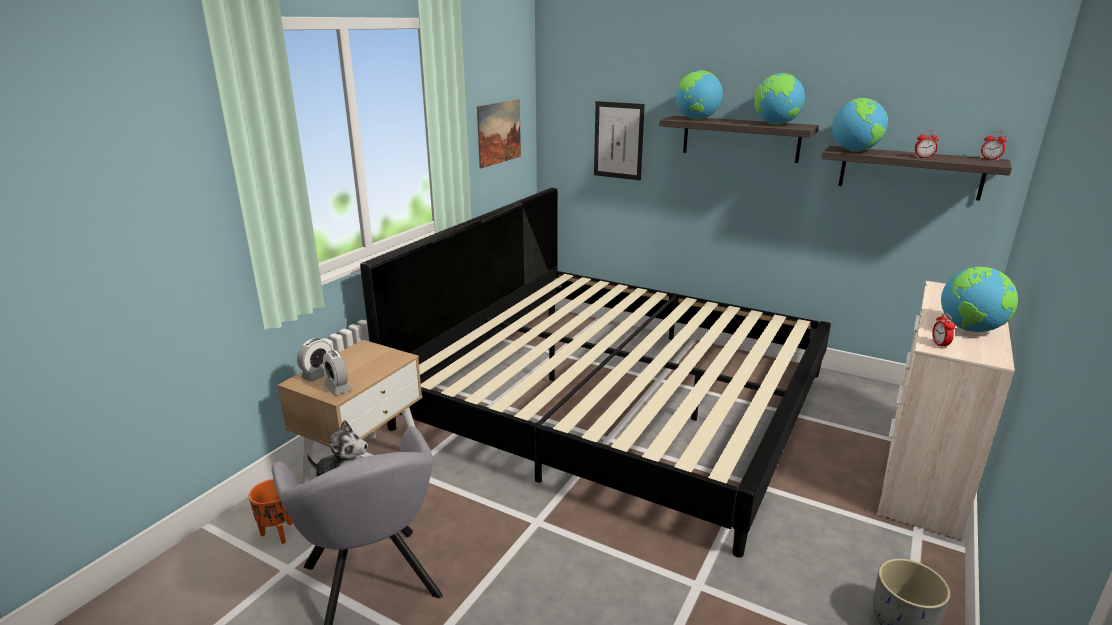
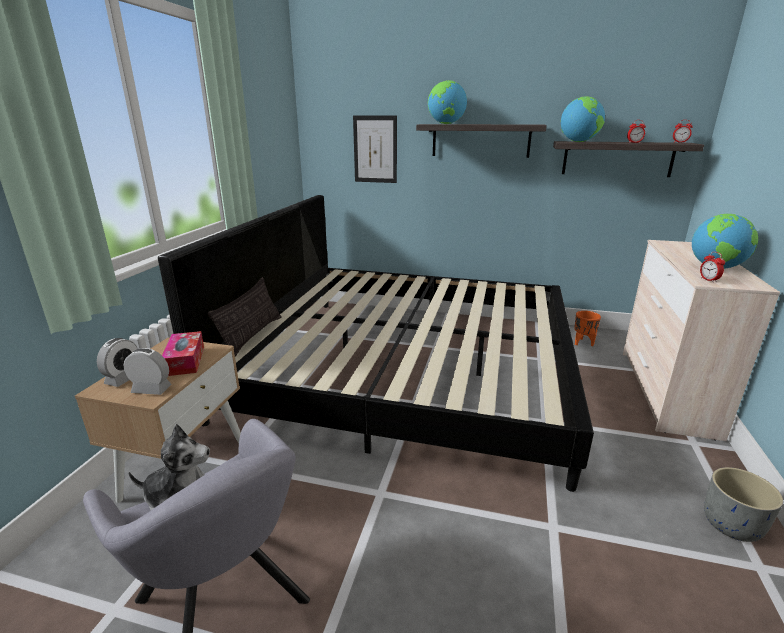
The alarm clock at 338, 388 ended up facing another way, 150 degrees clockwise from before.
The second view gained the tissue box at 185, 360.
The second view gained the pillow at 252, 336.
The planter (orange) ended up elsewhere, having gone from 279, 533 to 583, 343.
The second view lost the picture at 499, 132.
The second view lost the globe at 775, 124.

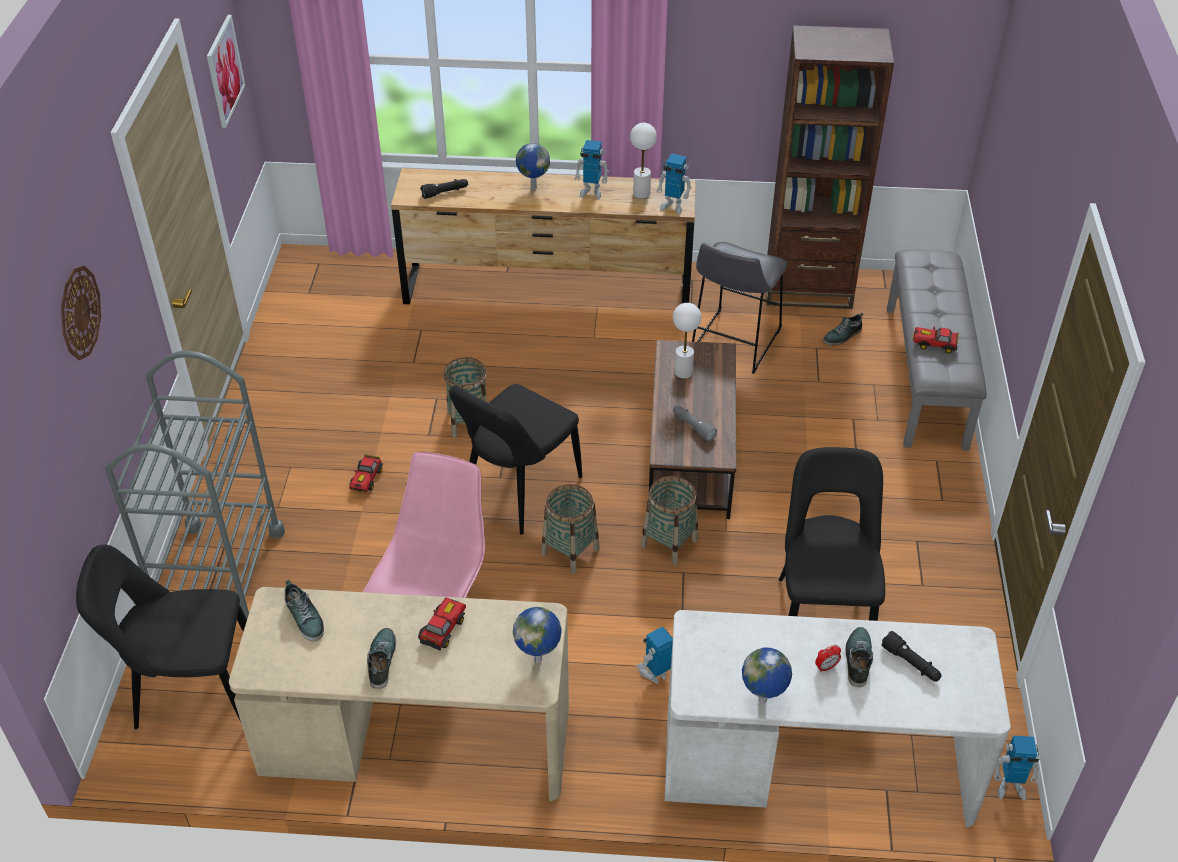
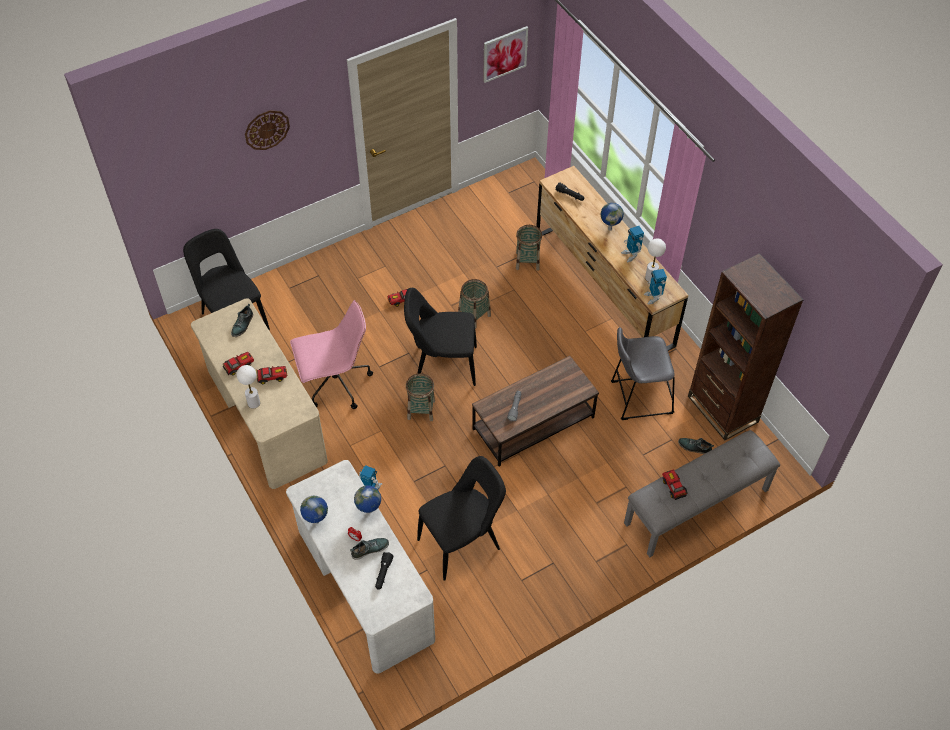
Where the shoe stood at 381, 660, the toy car came to stand at 239, 365.
The table lamp (white) ended up elsewhere, having gone from 683, 372 to 253, 403.
The globe ended up elsewhere, having gone from 539, 659 to 369, 512.
The basket ended up elsewhere, having gone from 669, 543 to 527, 261.
The second view lost the cart (grey) at 220, 575.
The second view lost the toy robot at 1010, 786.

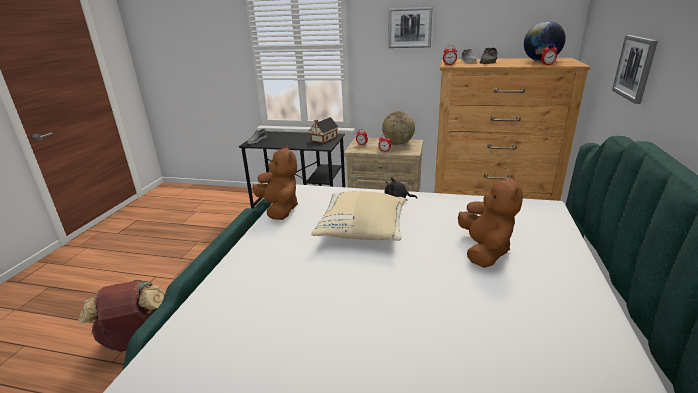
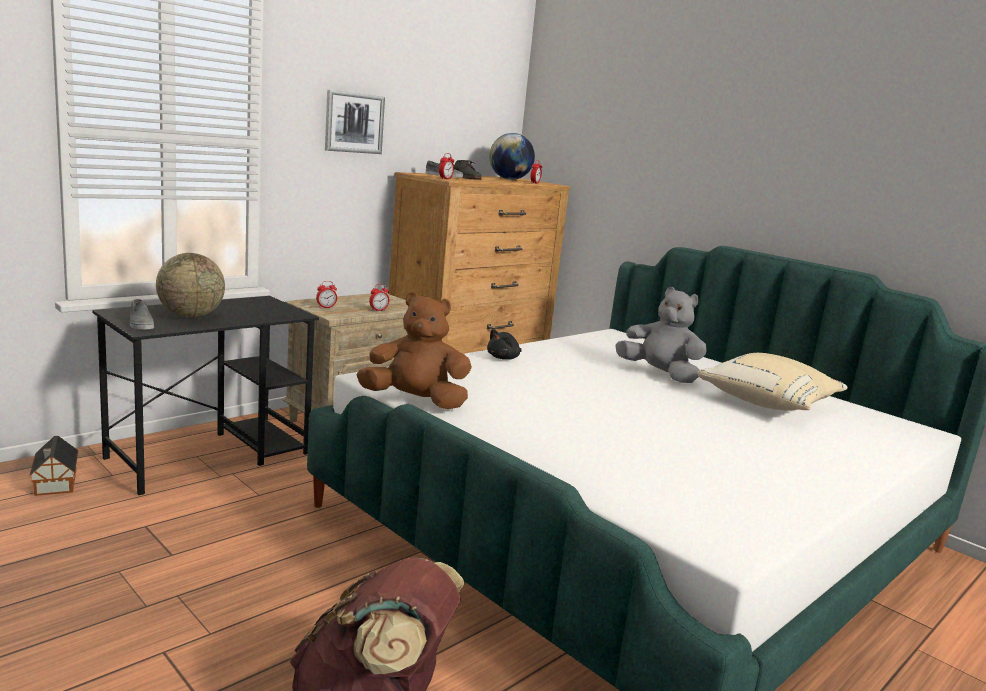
The toy house ended up elsewhere, having gone from 323, 139 to 55, 484.
The globe ended up elsewhere, having gone from 398, 143 to 191, 316.
What was the plush toy (brown) at 484, 250 turned into the plush toy (grey) at 660, 374.
The pillow (beige) ended up elsewhere, having gone from 363, 231 to 769, 403.
The second view lost the picture at 635, 68.

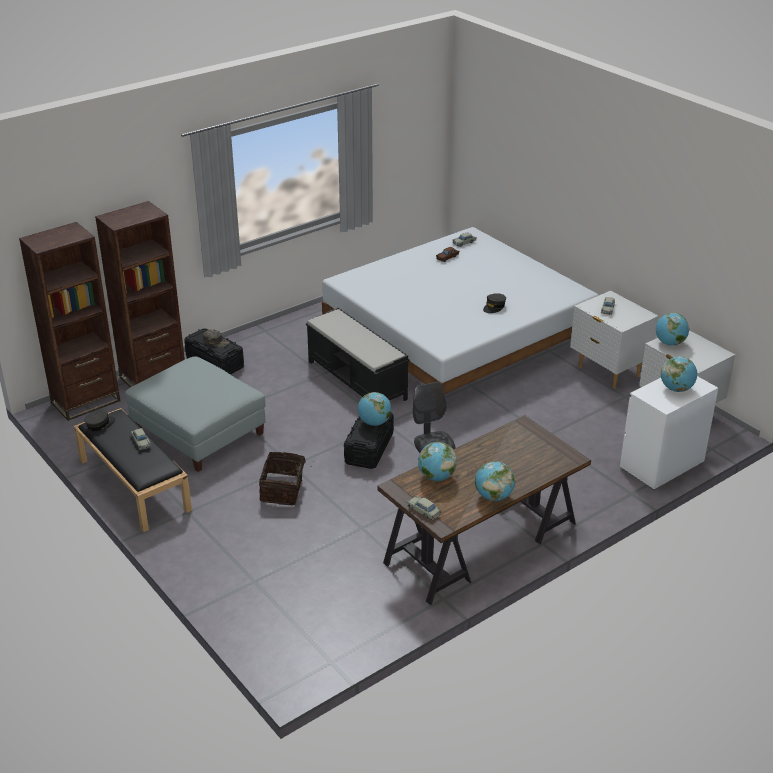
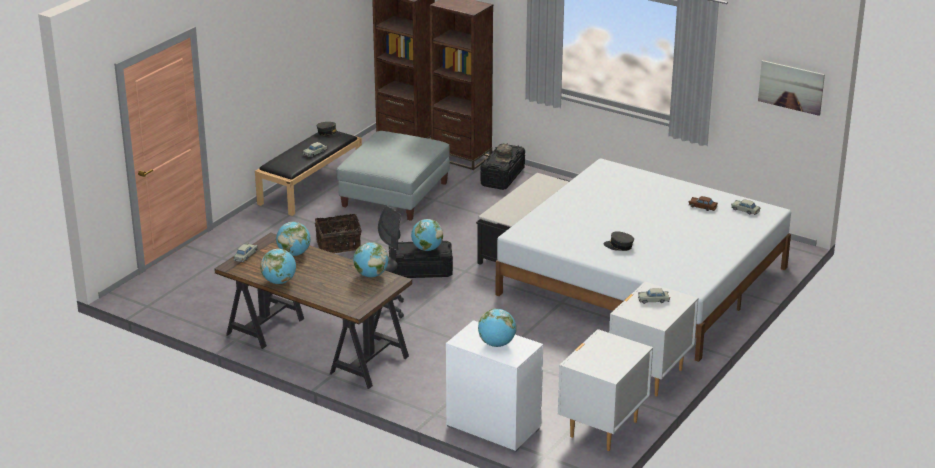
The globe ended up elsewhere, having gone from 669, 343 to 371, 275.
The second view gained the picture at 791, 87.

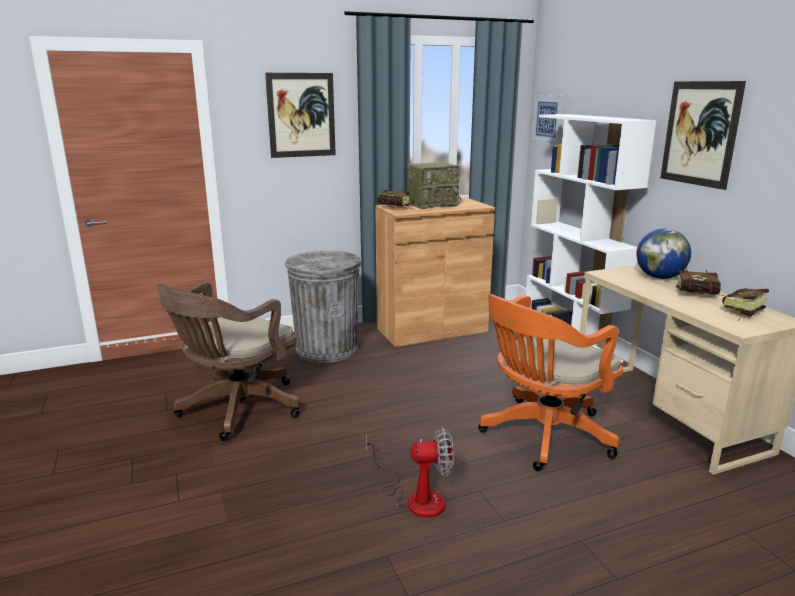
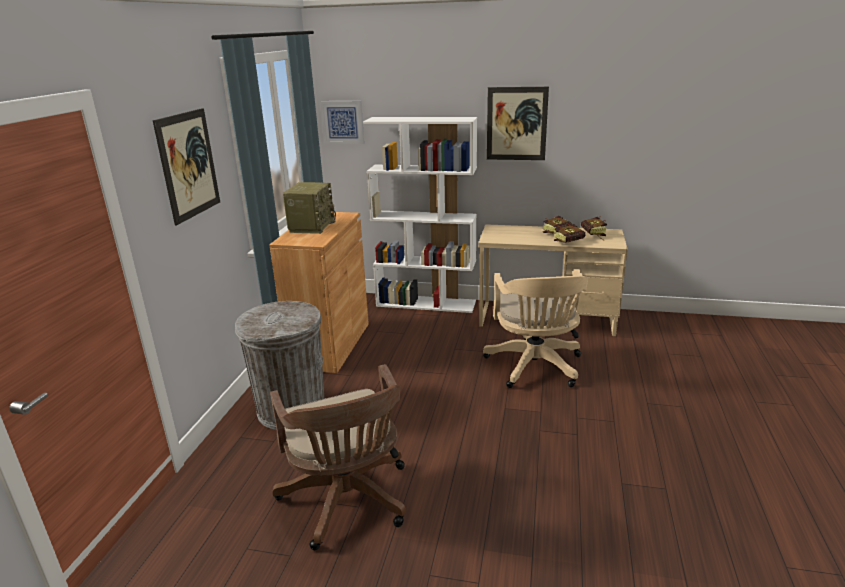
What was the office chair (orange) at 542, 436 turned into the office chair (beige) at 535, 368.
The book ended up elsewhere, having gone from 396, 209 to 571, 242.
The second view lost the fan at 416, 497.
The second view lost the globe at 660, 277.

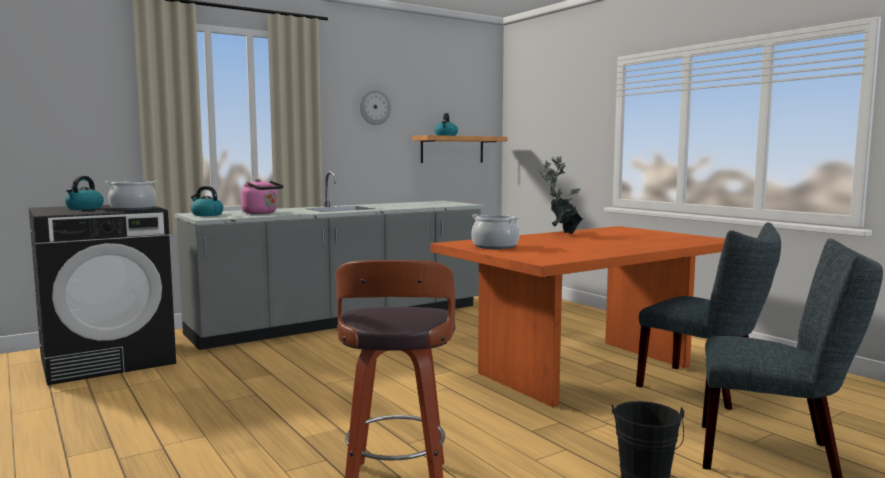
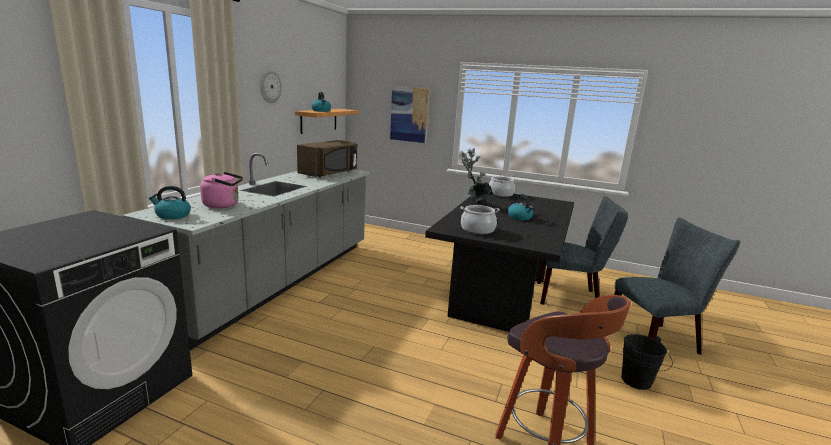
The second view gained the microwave (brown) at 329, 173.
The second view gained the picture at 409, 114.
What was the dining table (orange) at 585, 369 turned into the dining table (black) at 499, 296.
The cooking pot ended up elsewhere, having gone from 133, 209 to 500, 194.
The kettle ended up elsewhere, having gone from 84, 208 to 520, 217.

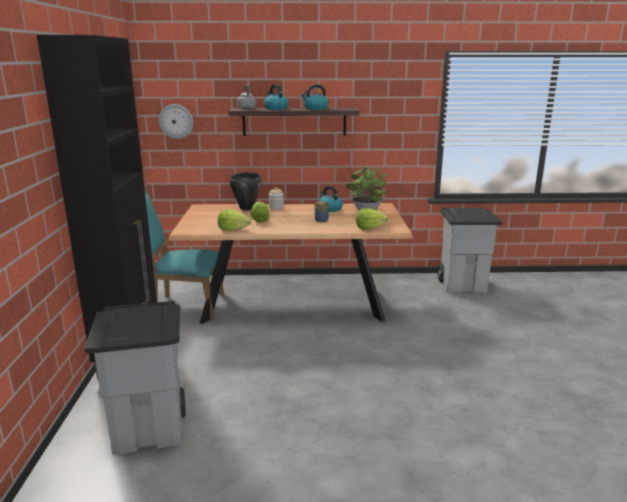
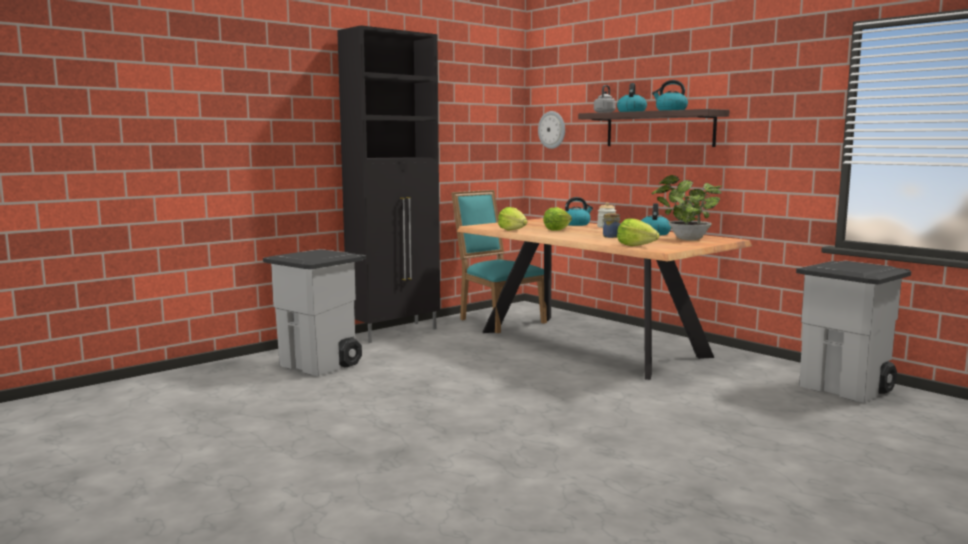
Where the cooking pot (black) stood at 246, 208, the kettle came to stand at 576, 224.

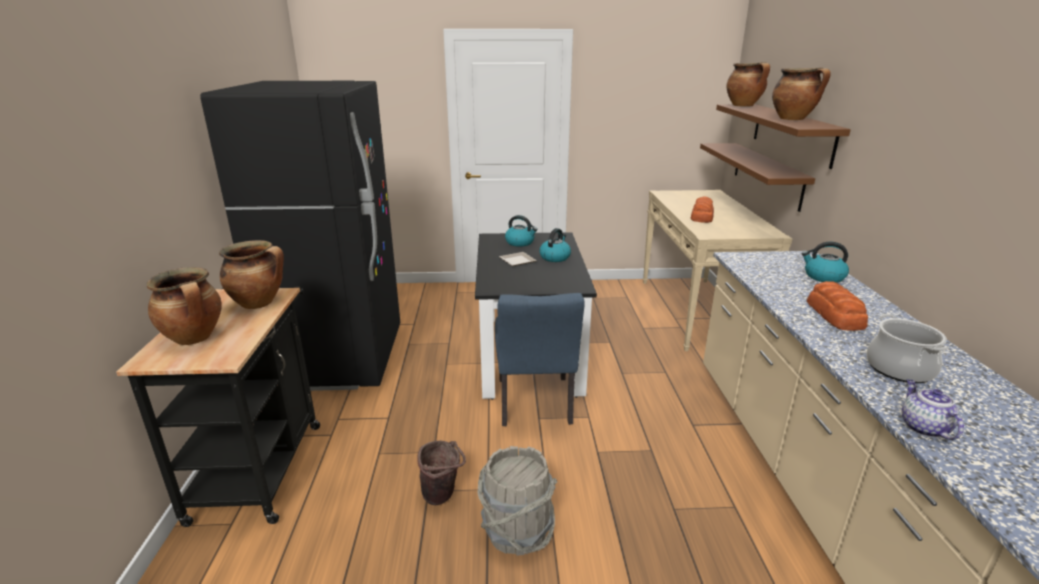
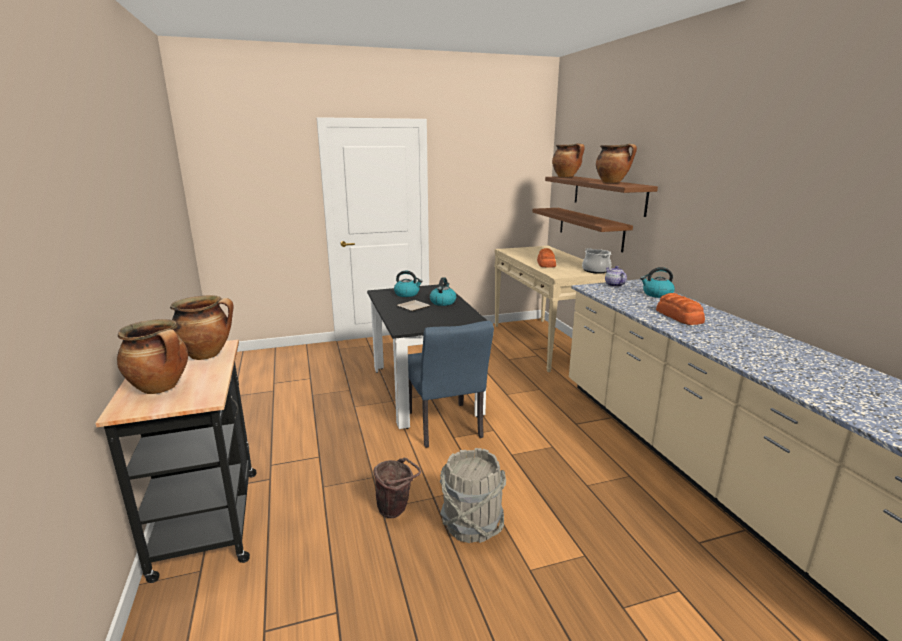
The cooking pot ended up elsewhere, having gone from 899, 369 to 595, 270.
The teapot ended up elsewhere, having gone from 922, 427 to 614, 285.
The second view lost the fridge (black) at 341, 358.

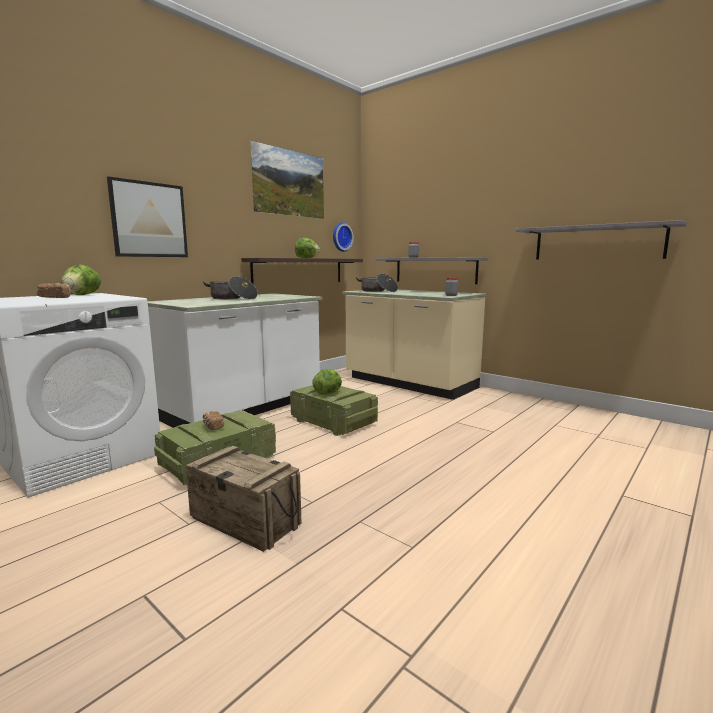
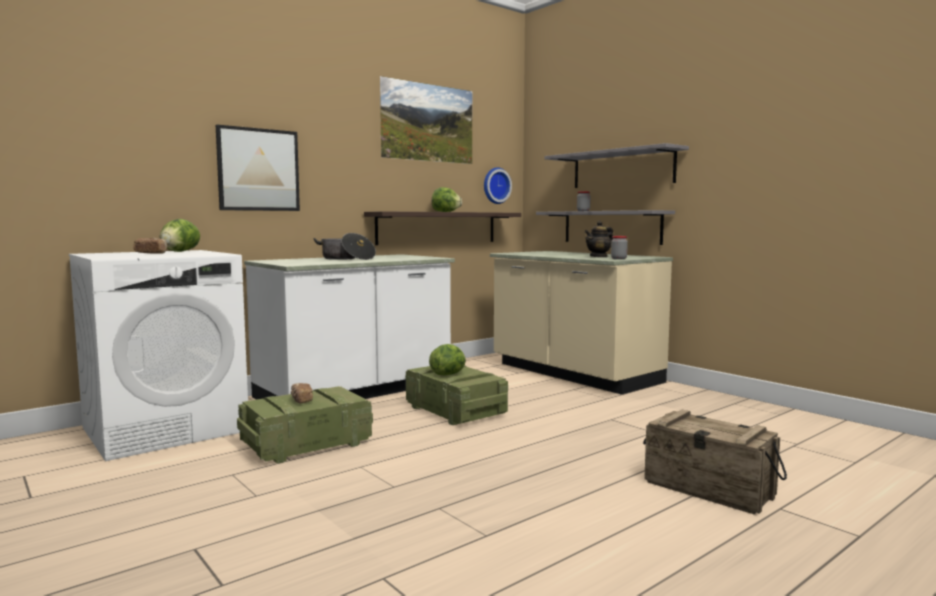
The shelf (grey) ended up elsewhere, having gone from 597, 243 to 622, 169.
The second view gained the teapot at 599, 256.
The crate ended up elsewhere, having gone from 245, 521 to 709, 488.
The second view lost the cooking pot at 378, 291.

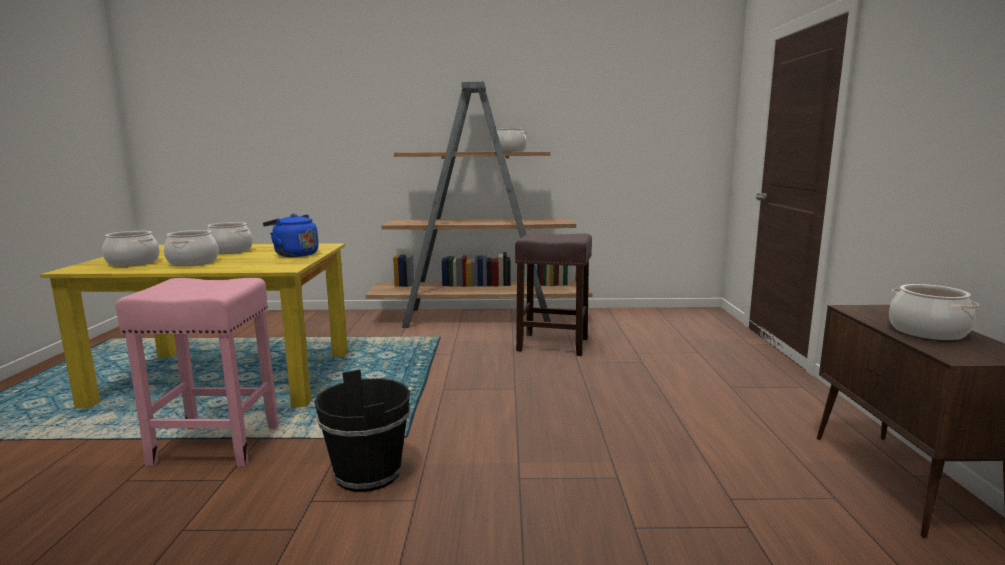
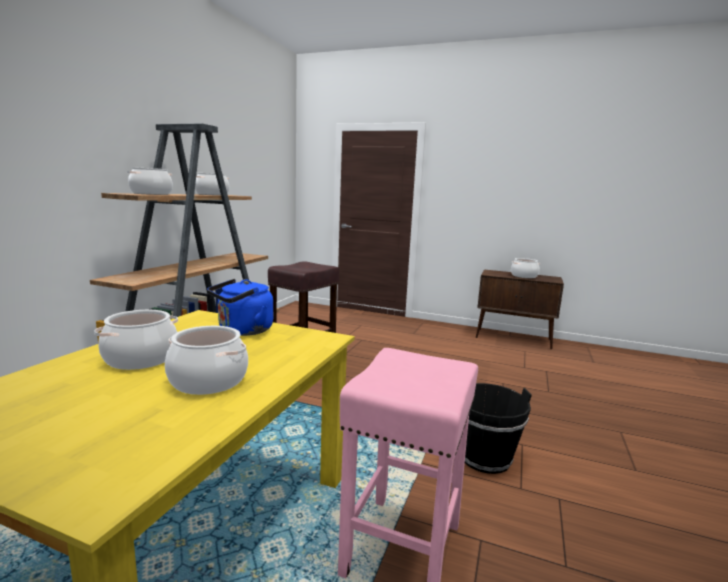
The cooking pot ended up elsewhere, having gone from 133, 263 to 151, 194.

